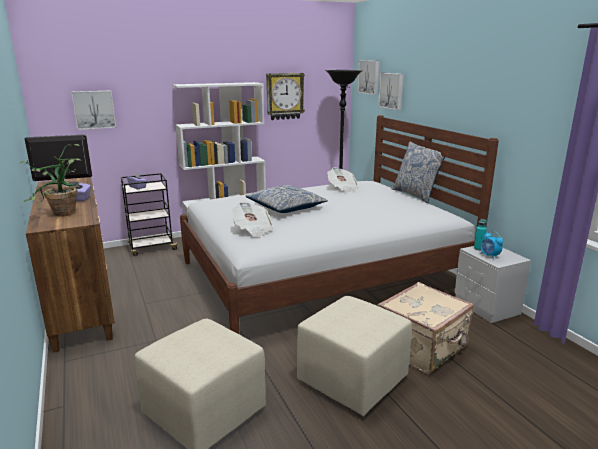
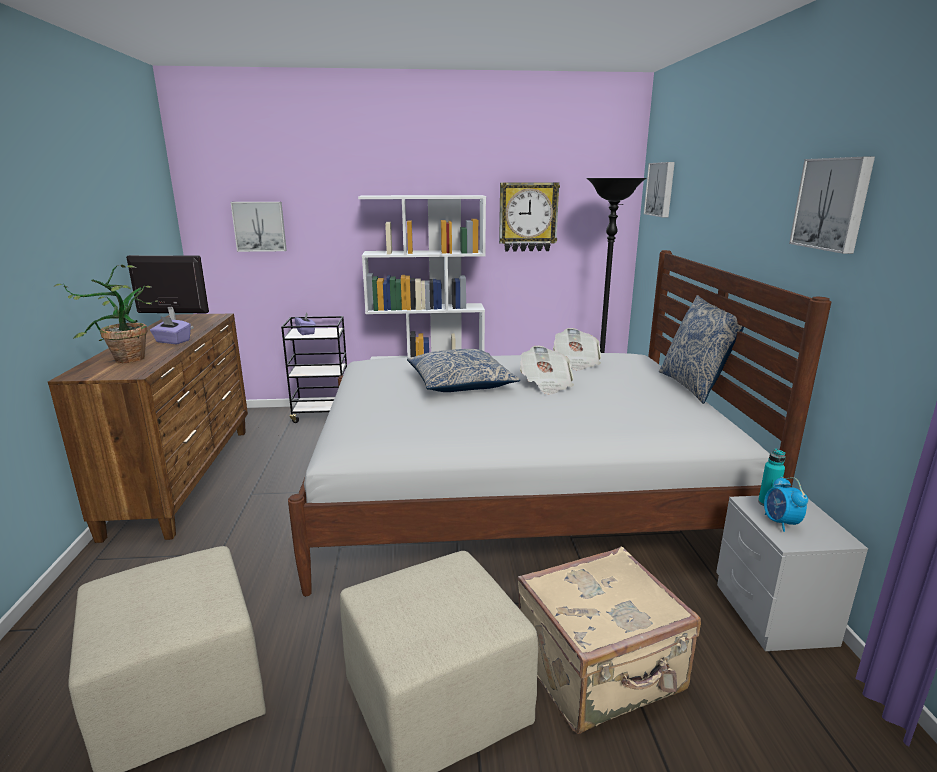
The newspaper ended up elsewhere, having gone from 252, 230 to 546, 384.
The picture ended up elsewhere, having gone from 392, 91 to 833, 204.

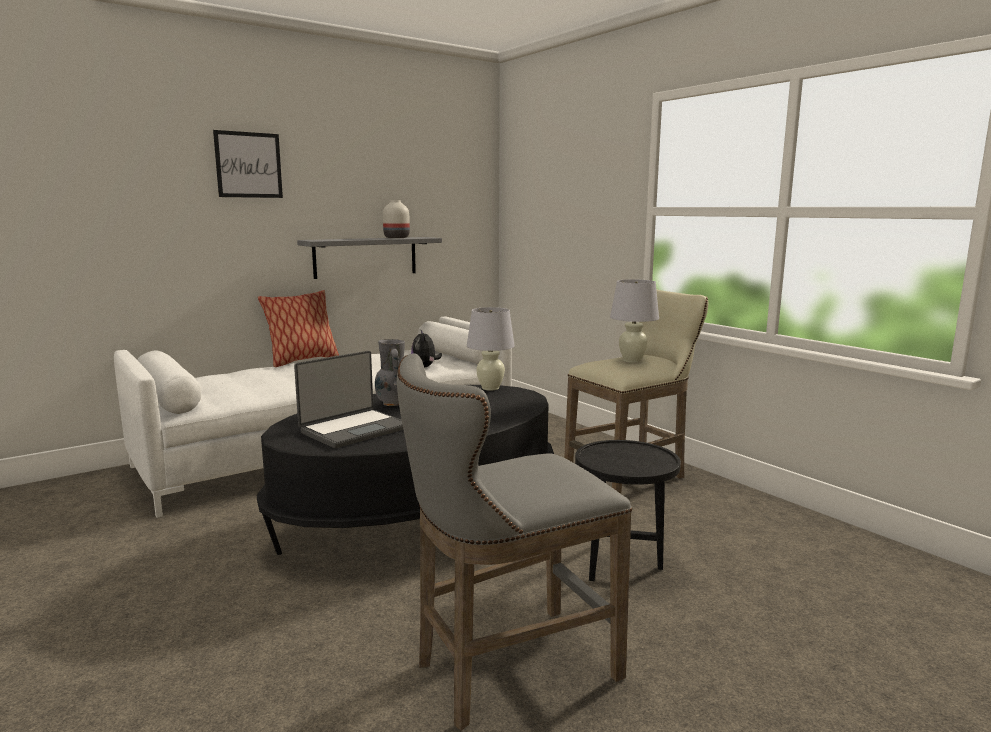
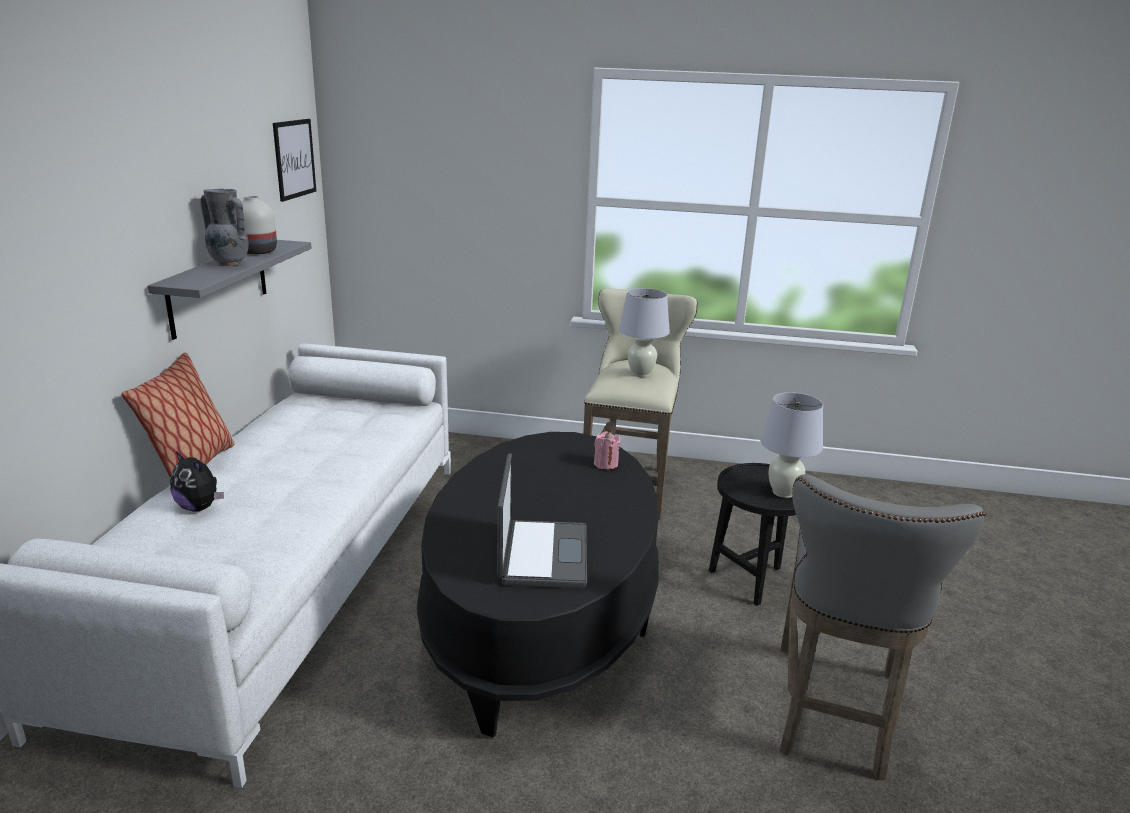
The plush toy ended up elsewhere, having gone from 425, 367 to 200, 507.
The vase (grey) ended up elsewhere, having gone from 393, 403 to 229, 263.
The picture ended up elsewhere, having gone from 248, 165 to 294, 159.
The second view gained the candle (pink) at 606, 464.
The table lamp (white) ended up elsewhere, having gone from 490, 388 to 783, 492.

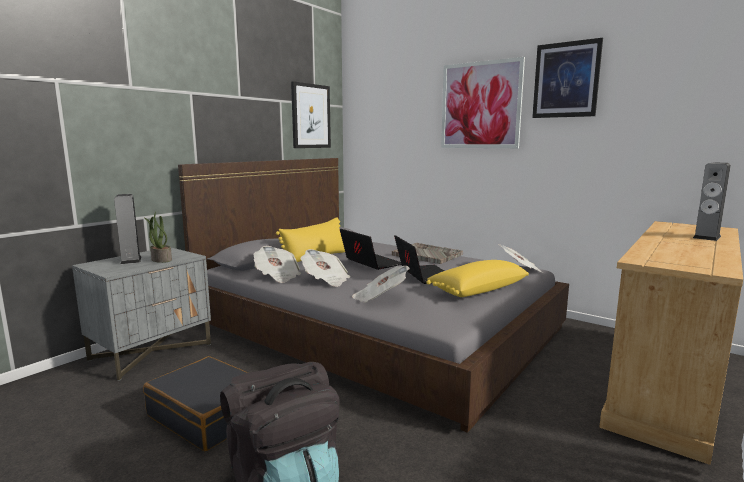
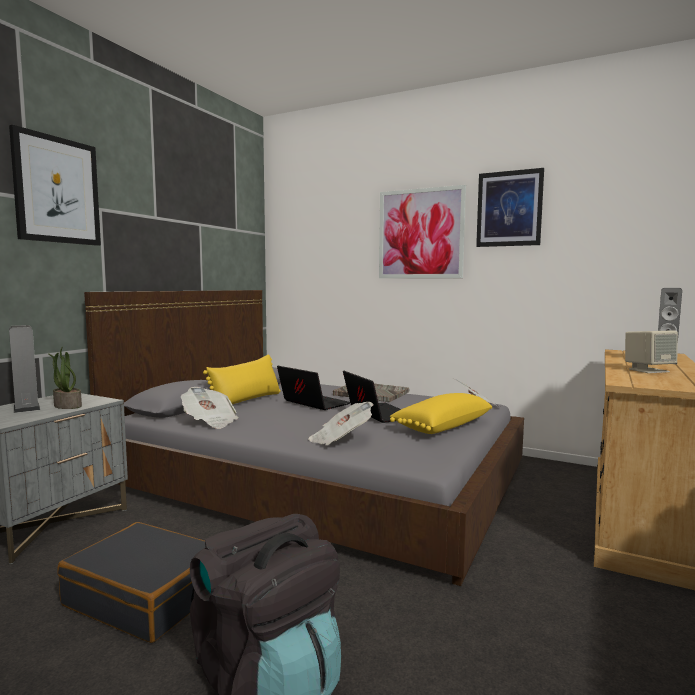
The picture ended up elsewhere, having gone from 310, 116 to 57, 190.
The second view gained the speaker (beige) at 648, 370.
The second view lost the newspaper at 326, 280.

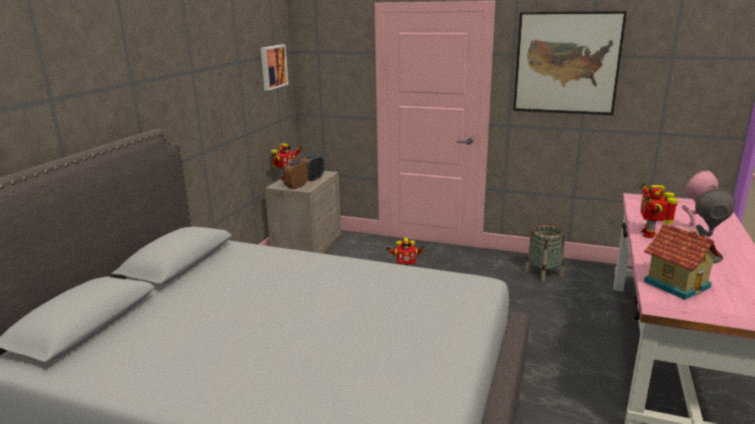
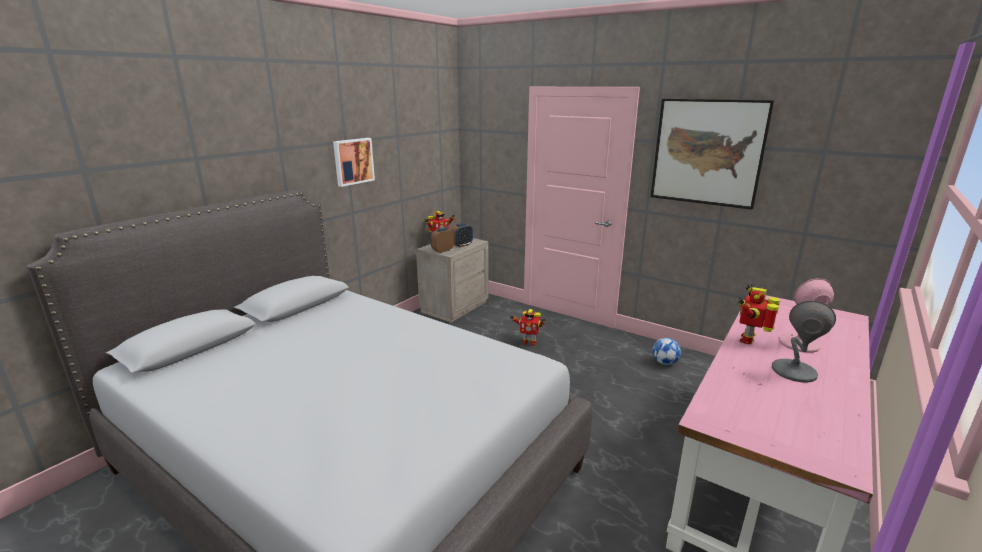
The picture ended up elsewhere, having gone from 272, 66 to 353, 161.
Where the basket stood at 544, 273, the football came to stand at 664, 363.
The second view lost the toy house at 677, 284.

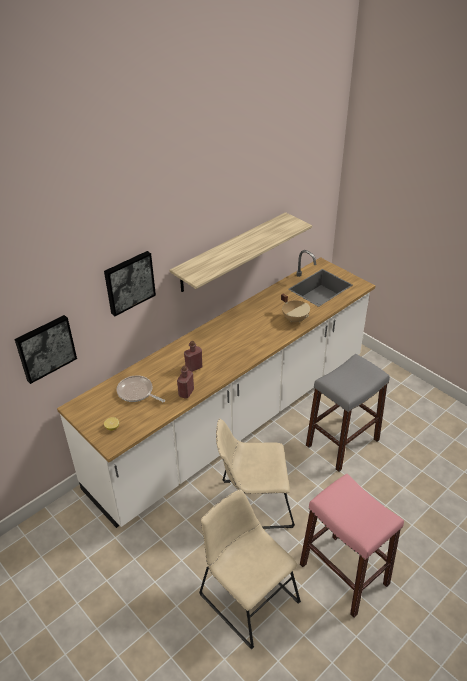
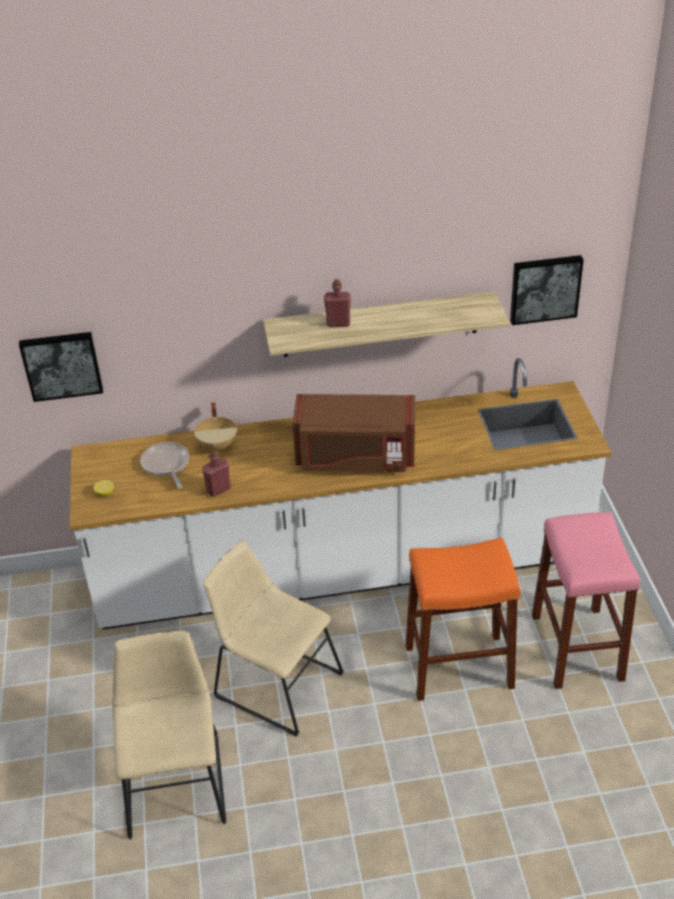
The cooking pot (beige) ended up elsewhere, having gone from 295, 319 to 218, 446.
The second view gained the microwave (brown) at 355, 457.
The bottle (red) ended up elsewhere, having gone from 194, 367 to 338, 323.
What was the stool (grey) at 342, 442 turned into the stool (orange) at 459, 667.
The picture ended up elsewhere, having gone from 129, 282 to 544, 288.
The stool (pink) ended up elsewhere, having gone from 344, 573 to 577, 647.

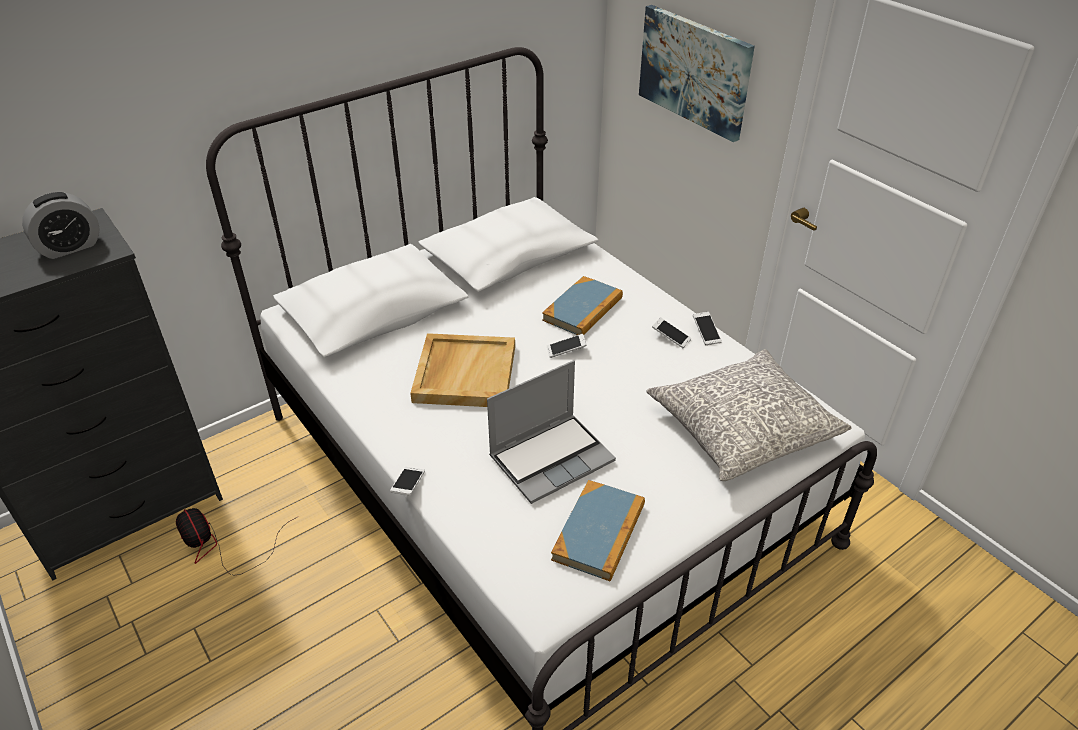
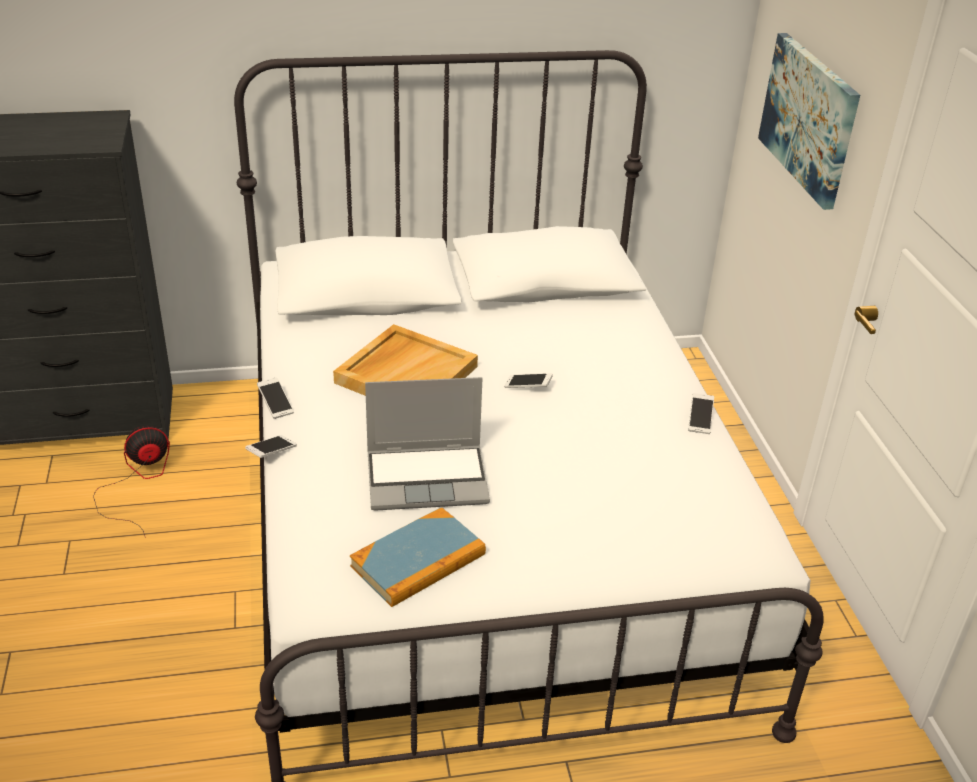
The fan at 221, 547 ended up facing another way, 75 degrees clockwise from before.
The phone ended up elsewhere, having gone from 670, 337 to 275, 404.
The second view lost the alarm clock at 70, 247.
The second view lost the book at 583, 309.
The second view lost the pillow (grey) at 742, 427.

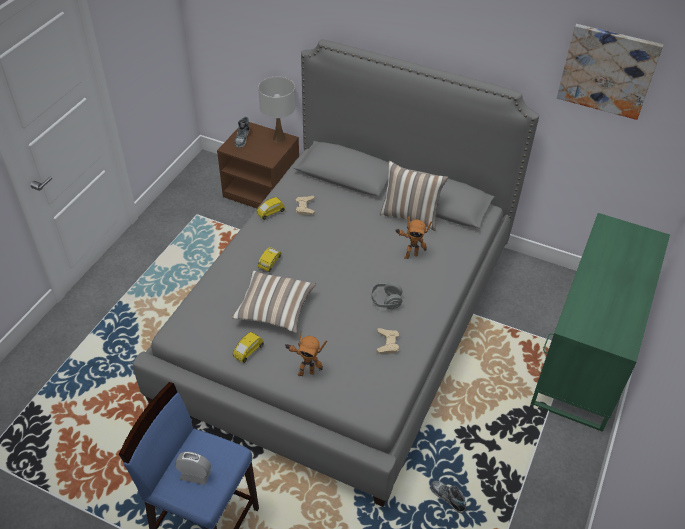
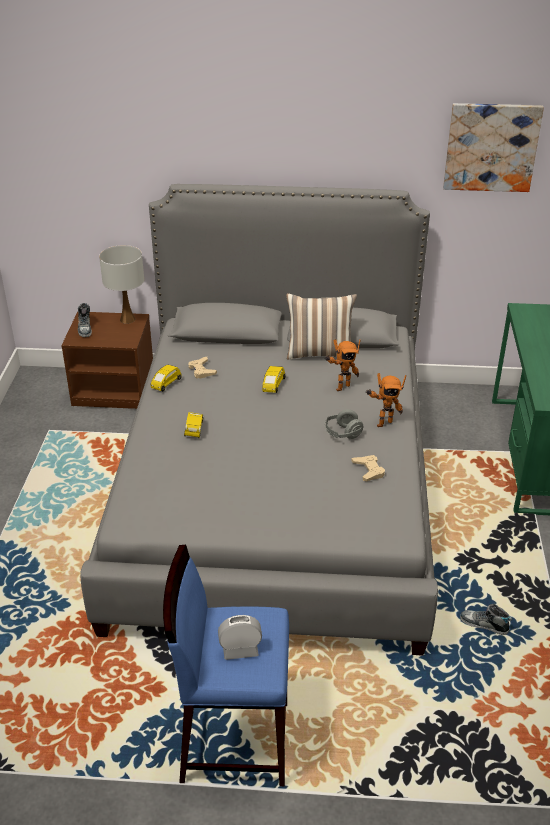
The toy car (yellow) ended up elsewhere, having gone from 248, 351 to 273, 385.
The toy robot ended up elsewhere, having gone from 305, 371 to 383, 422.
The second view lost the pillow at 274, 310.

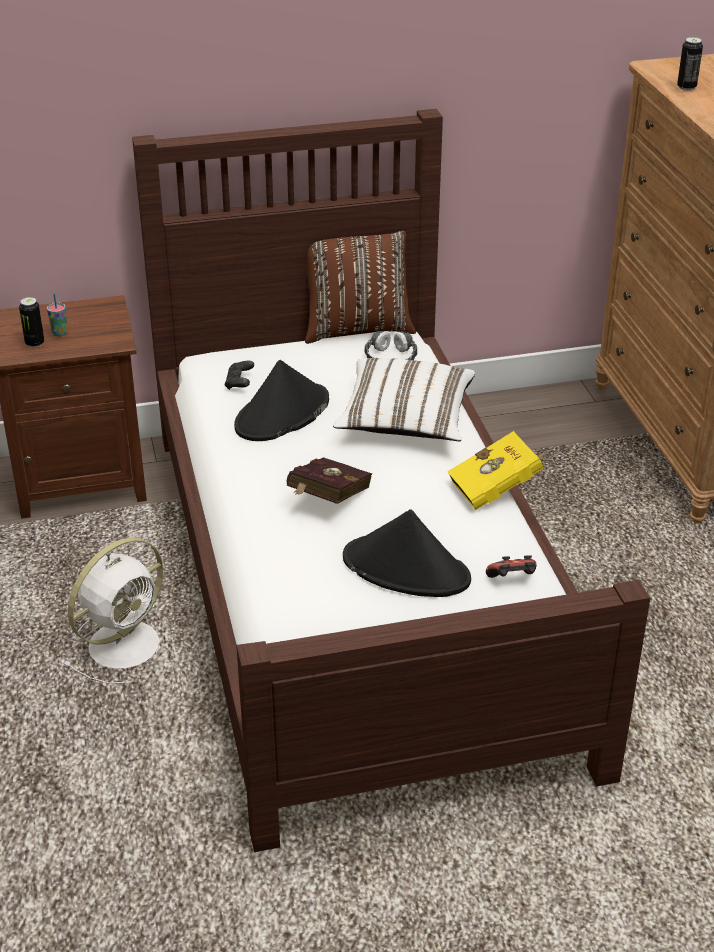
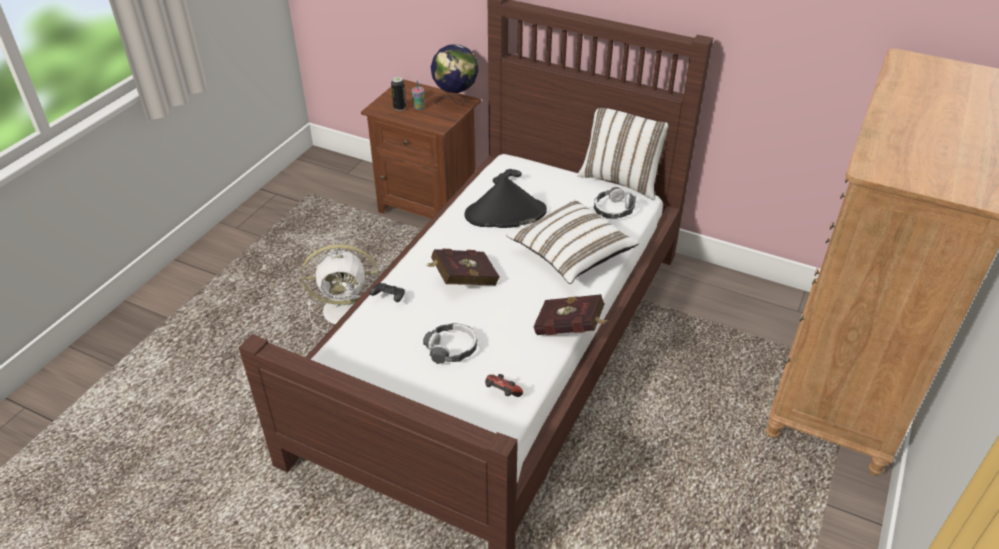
The second view gained the game controller (black) at 388, 298.
Where the hat (black) stood at 407, 569, the headphones came to stand at 451, 348.
The second view gained the globe at 455, 101.
What was the book (yellow) at 498, 489 turned into the book (red) at 571, 329.
What was the pillow (brown) at 356, 328 turned into the pillow (white) at 621, 180.
The second view lost the can at 686, 87.

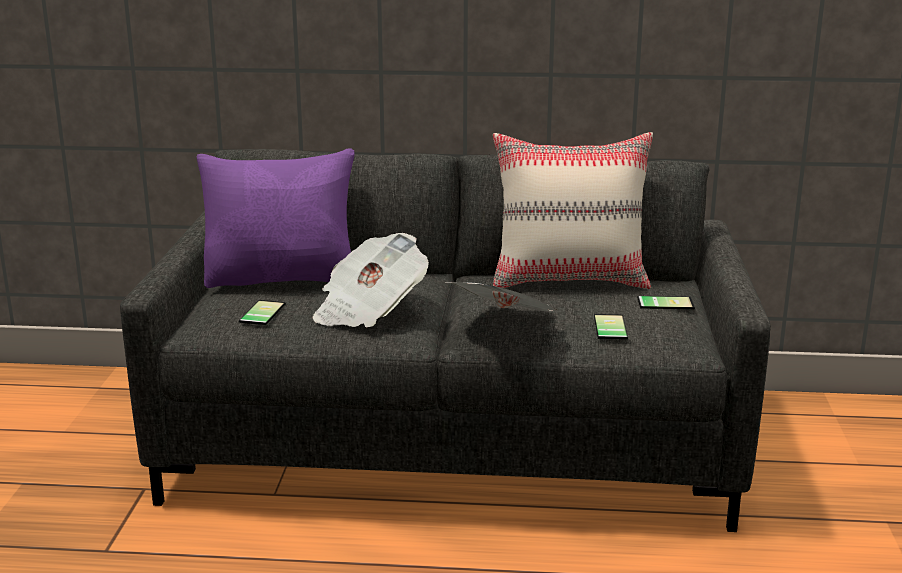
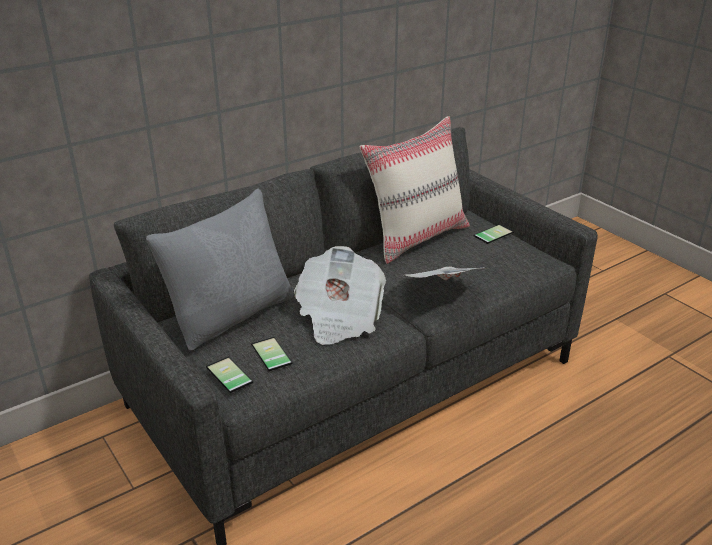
What was the pillow (purple) at 283, 278 turned into the pillow (grey) at 232, 315.
The phone ended up elsewhere, having gone from 607, 327 to 226, 376.

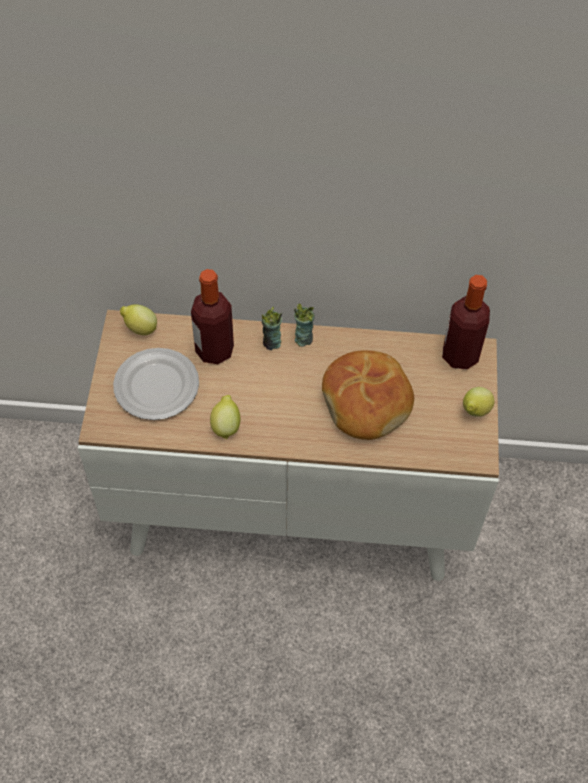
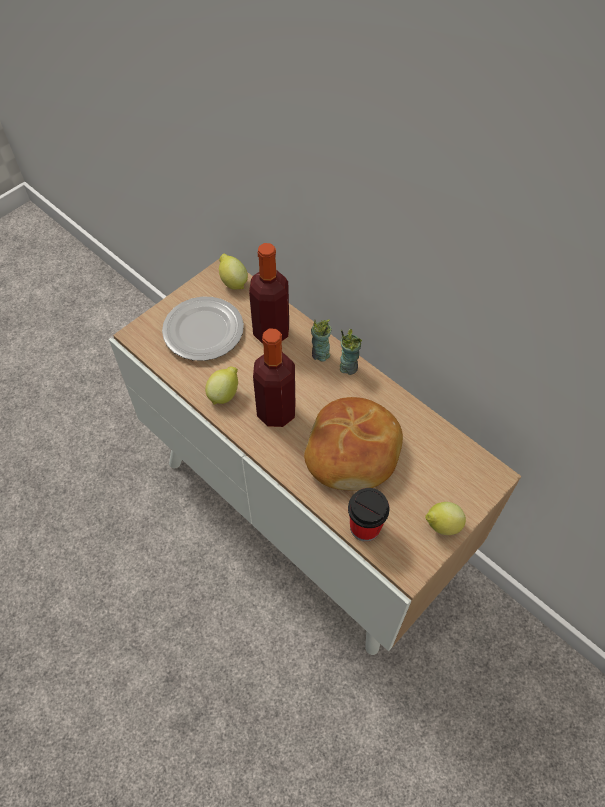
The bottle ended up elsewhere, having gone from 460, 355 to 276, 412.
The second view gained the cup at 365, 527.

